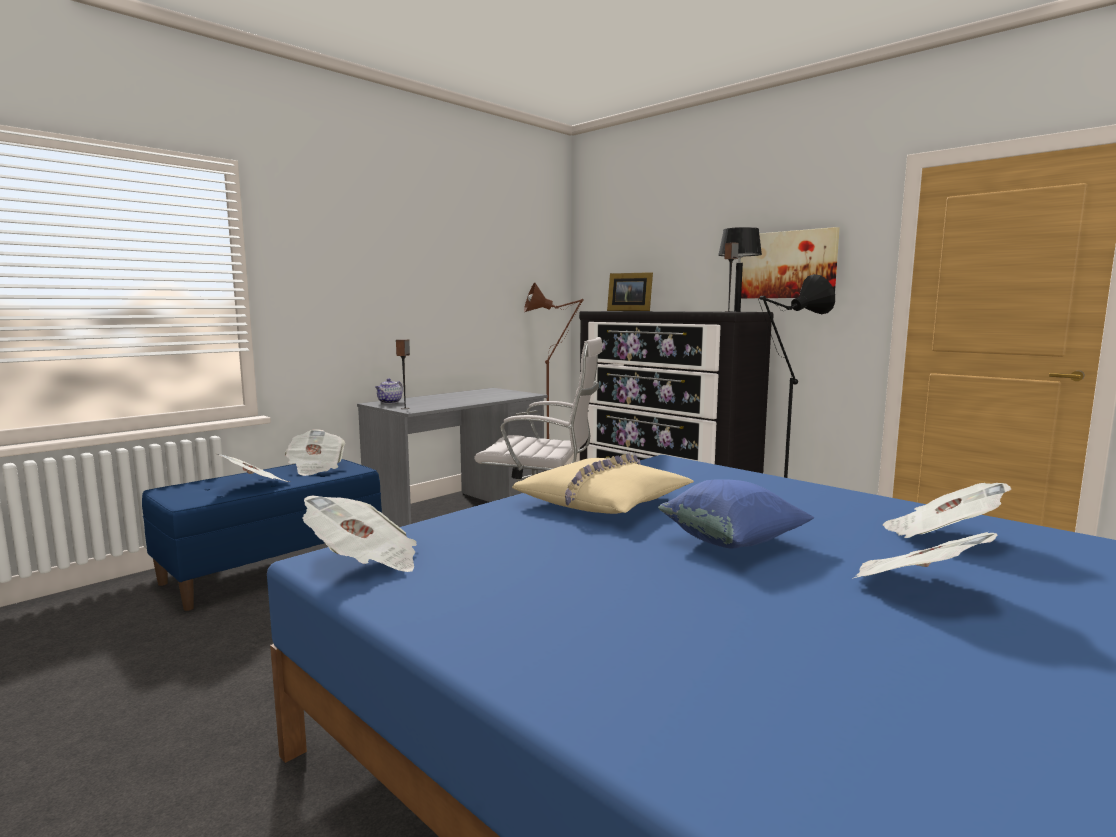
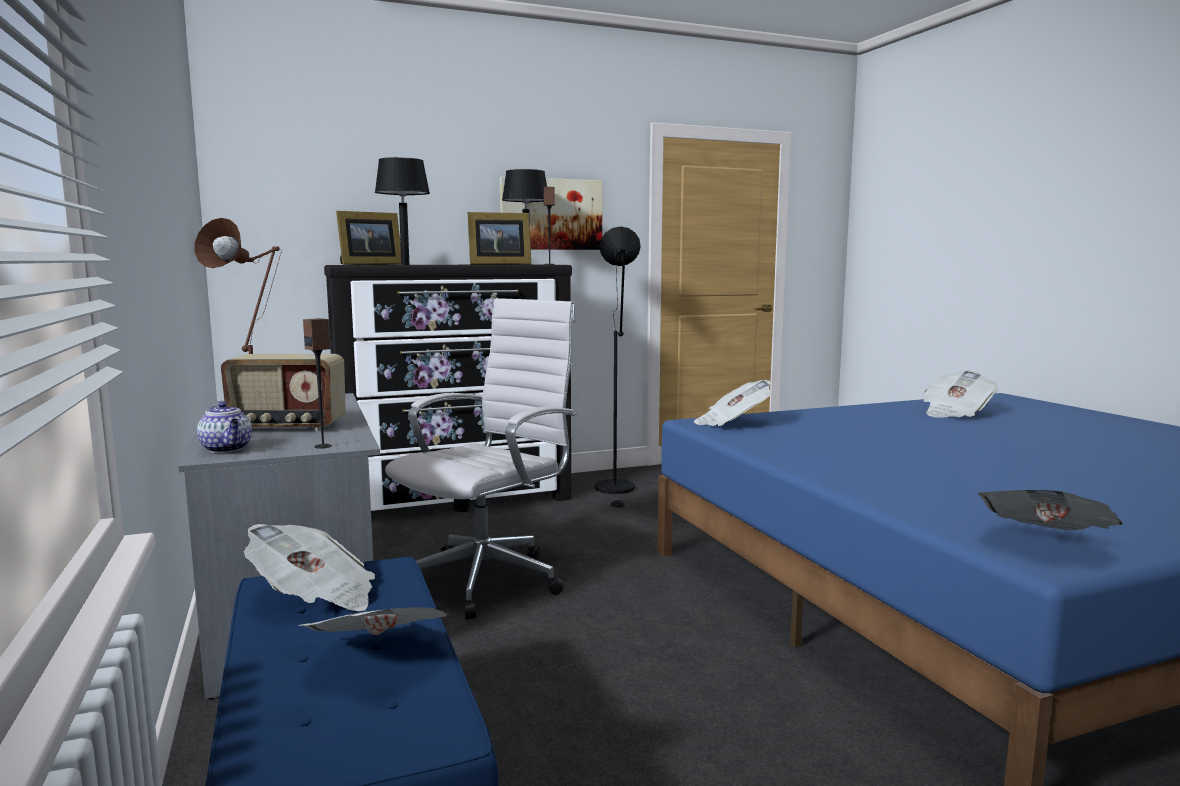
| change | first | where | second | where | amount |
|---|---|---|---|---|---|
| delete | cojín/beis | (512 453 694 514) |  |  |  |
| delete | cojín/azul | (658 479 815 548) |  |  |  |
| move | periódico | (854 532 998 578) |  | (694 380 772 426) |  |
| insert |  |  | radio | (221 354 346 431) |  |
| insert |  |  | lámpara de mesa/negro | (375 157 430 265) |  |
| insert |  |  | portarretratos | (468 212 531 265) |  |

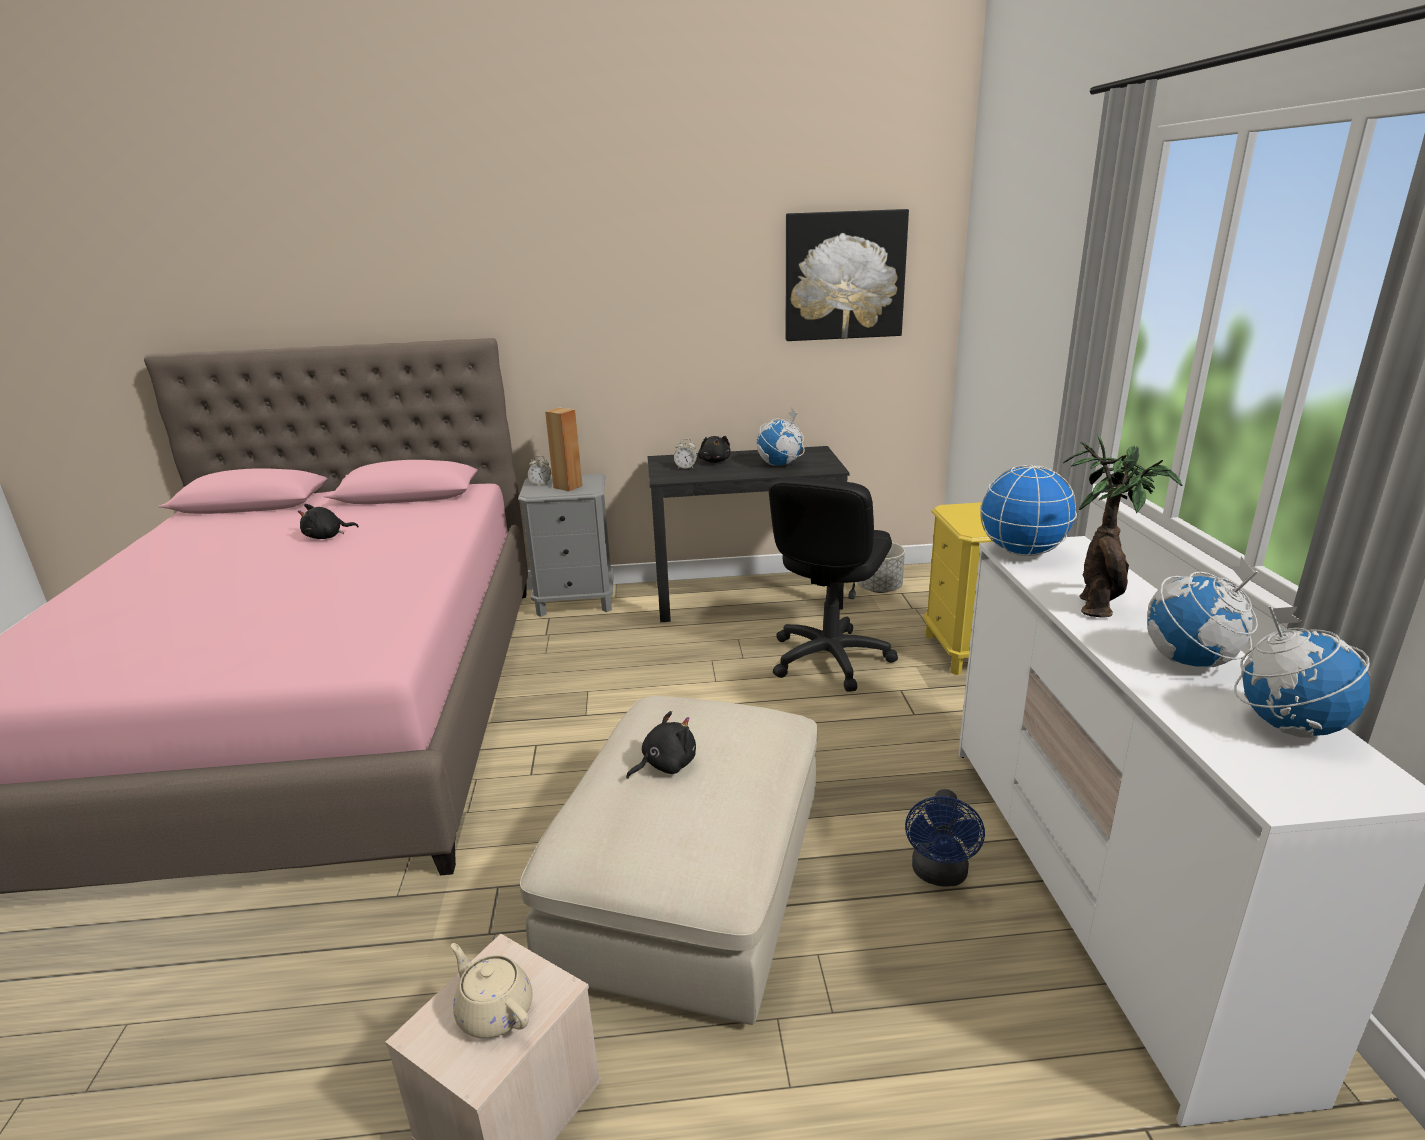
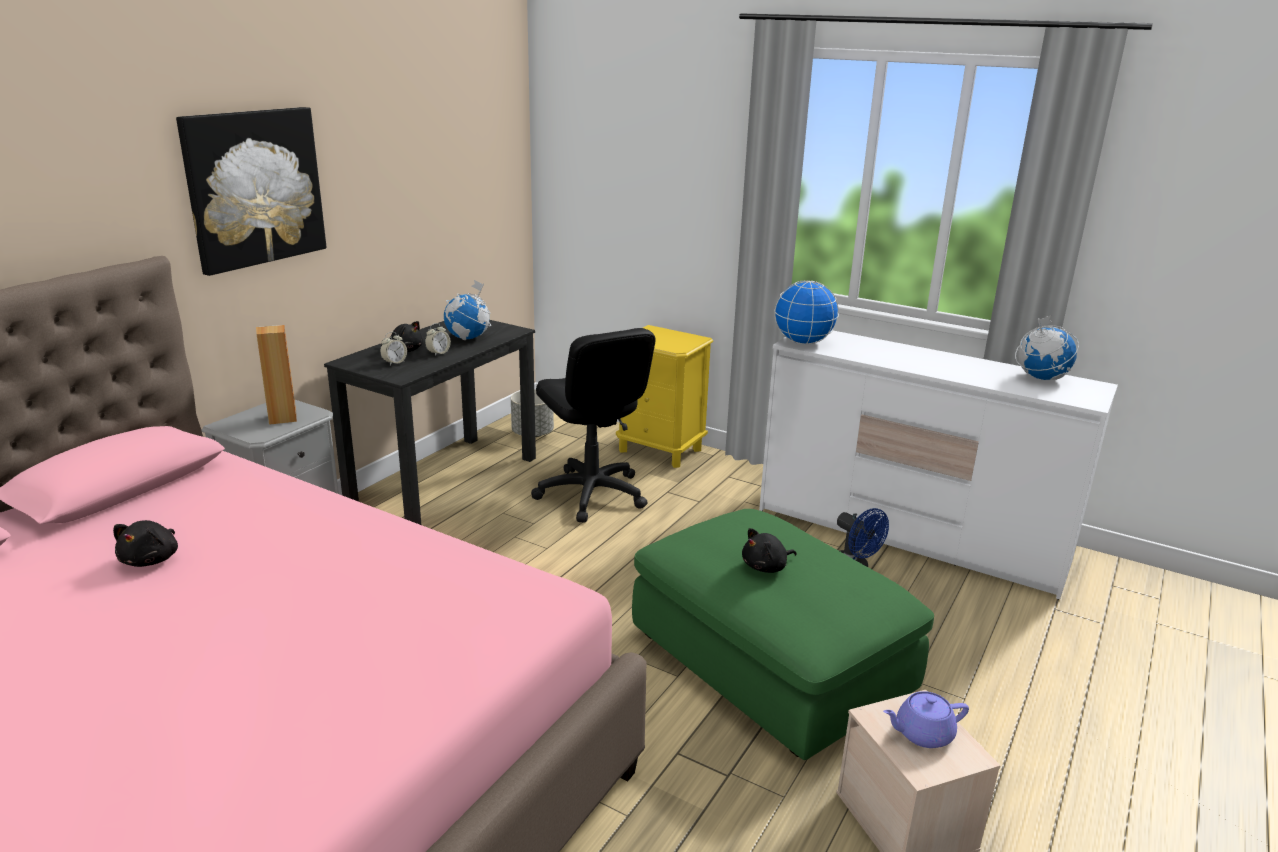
| change | first | where | second | where | amount |
|---|---|---|---|---|---|
| recolor | tetera/beis | (451 943 532 1038) | tetera/morado | (883 691 969 748) |  |
| recolor | puf/beis | (520 696 817 1025) | puf/verde | (632 509 934 760) |  |
| move | despertador | (528 456 551 486) |  | (425 323 451 356) |  |
| rotate | peluche/negro | (626 711 696 779) |  | (742 528 797 573) | 120 degrees counterclockwise |
| move | cuadro | (786 209 909 341) |  | (176 107 326 276) |  |
| delete | planta en maceta | (1063 434 1182 618) |  |  |  |
| delete | globo terráqueo | (1147 556 1258 667) |  |  |  |

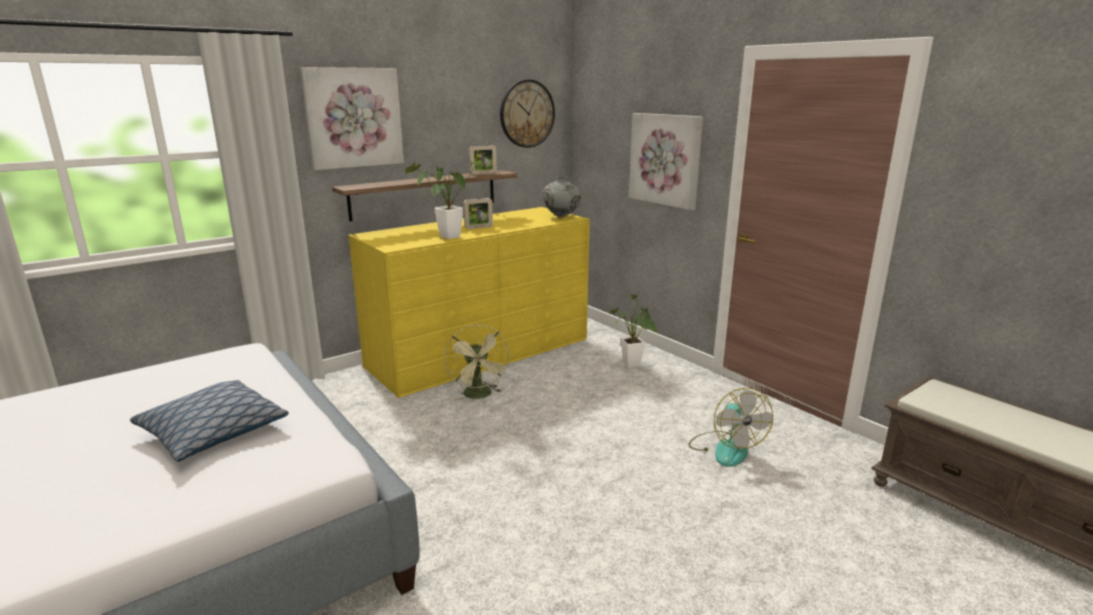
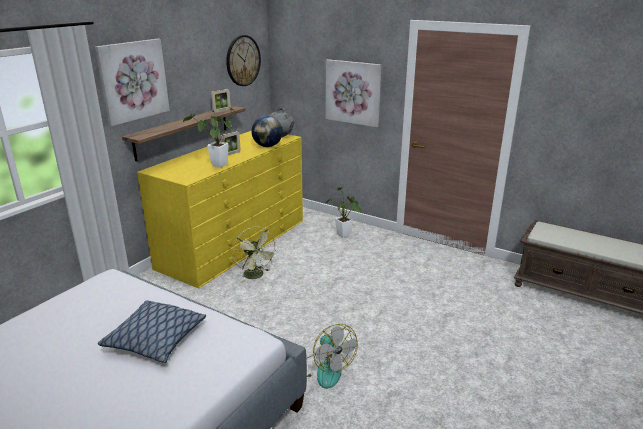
| change | first | where | second | where | amount |
|---|---|---|---|---|---|
| move | ventilador | (689 388 773 467) |  | (306 324 358 389) |  |
| insert |  |  | globo terráqueo | (251 116 283 147) |  |

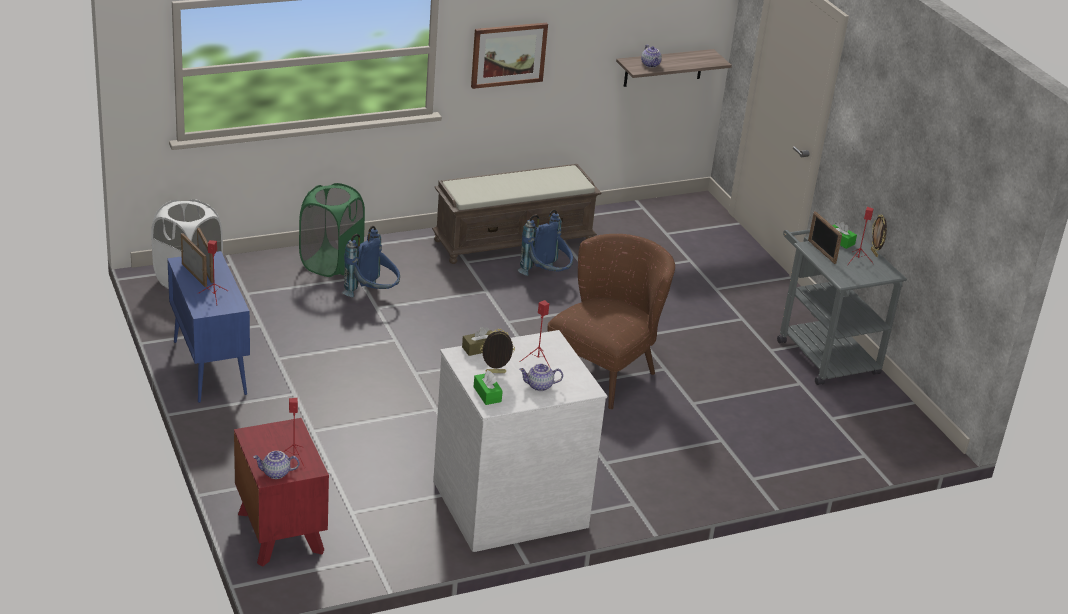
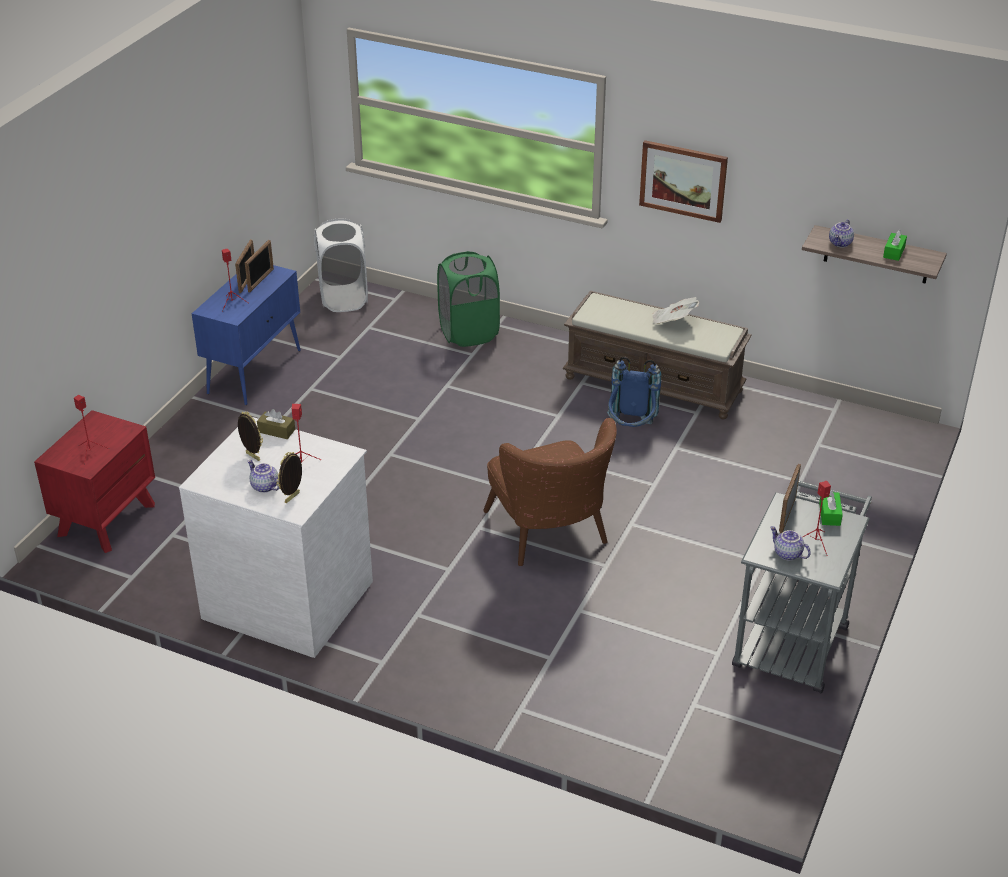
| change | first | where | second | where | amount |
|---|---|---|---|---|---|
| move | tetera | (253 451 300 479) |  | (770 526 811 560) |  |
| delete | mochila/azul | (342 226 400 297) |  |  |  |
| move | caja de pañuelos/verde | (474 370 503 405) |  | (883 229 907 261) |  |
| rotate | sillón/marrón | (547 234 675 409) |  | (483 418 617 566) | 75 degrees clockwise |
| move | portarretratos | (871 214 887 257) |  | (277 452 302 503) |  |
| insert |  |  | periódico | (652 297 699 325) |  |

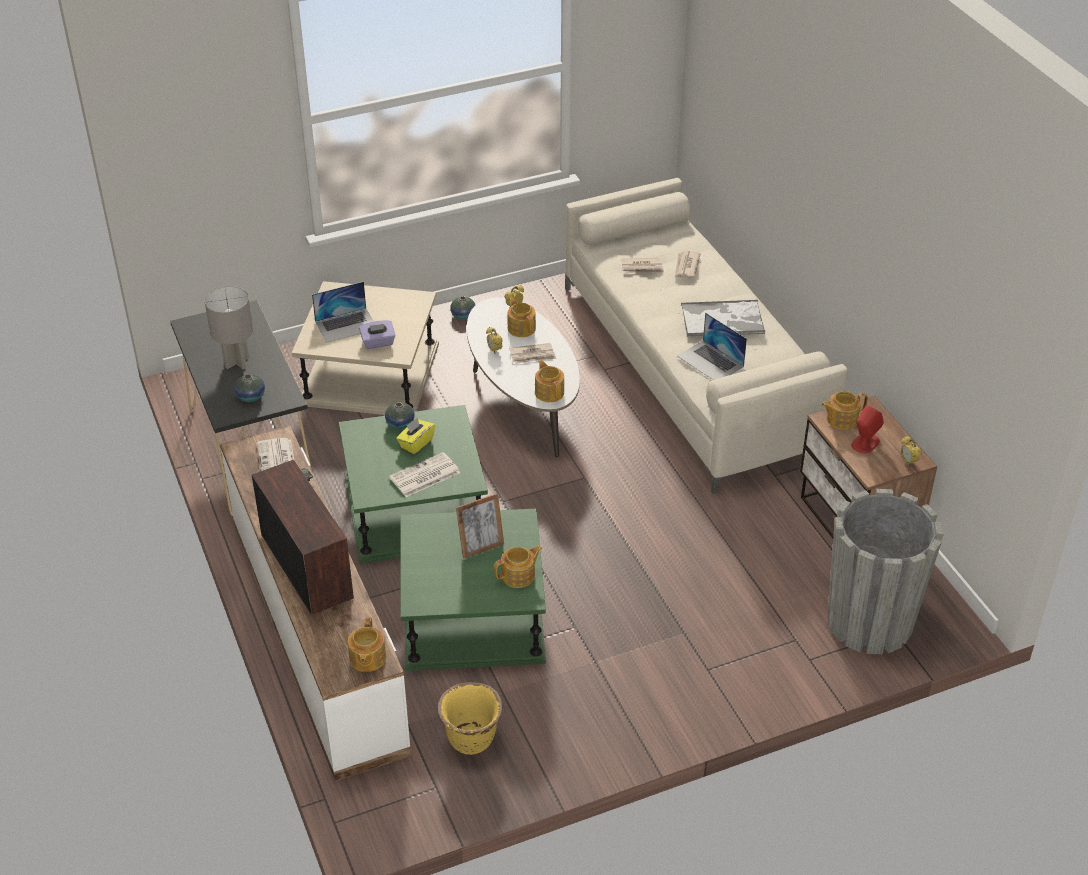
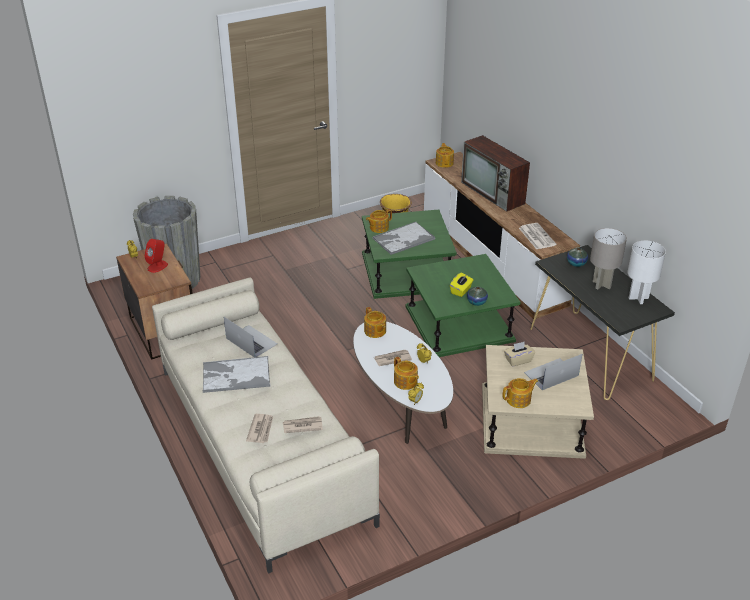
| change | first | where | second | where | amount |
|---|---|---|---|---|---|
| recolor | caja de pañuelos/morado | (359 320 395 349) | caja de pañuelos/beis | (504 341 535 367) |  |
| delete | periódico | (389 452 460 497) |  |  |  |
| delete | florero | (450 296 475 320) |  |  |  |
| replace | portarretratos | (456 493 504 559) | bandeja | (372 222 435 255) |  |
| move | tetera | (821 391 868 430) |  | (503 378 538 408) |  |
| insert |  |  | lámpara de mesa/blanco | (627 241 666 304) |  |

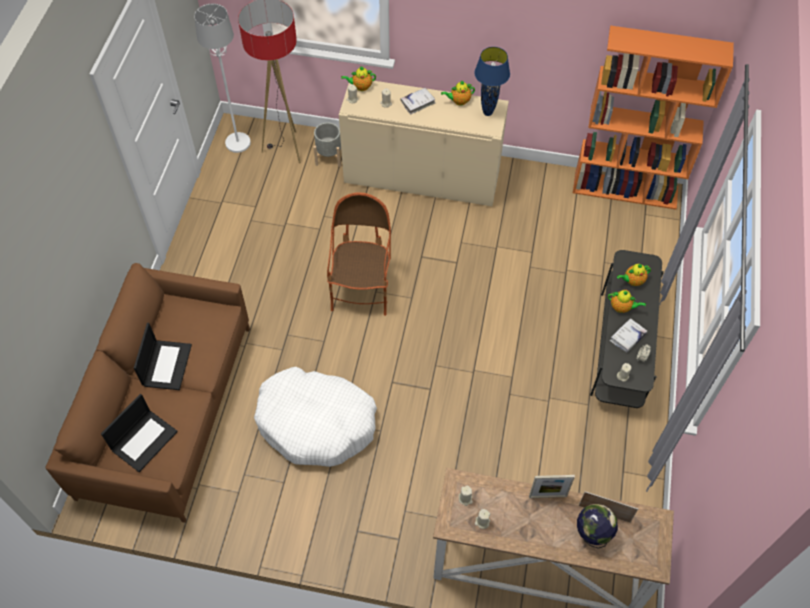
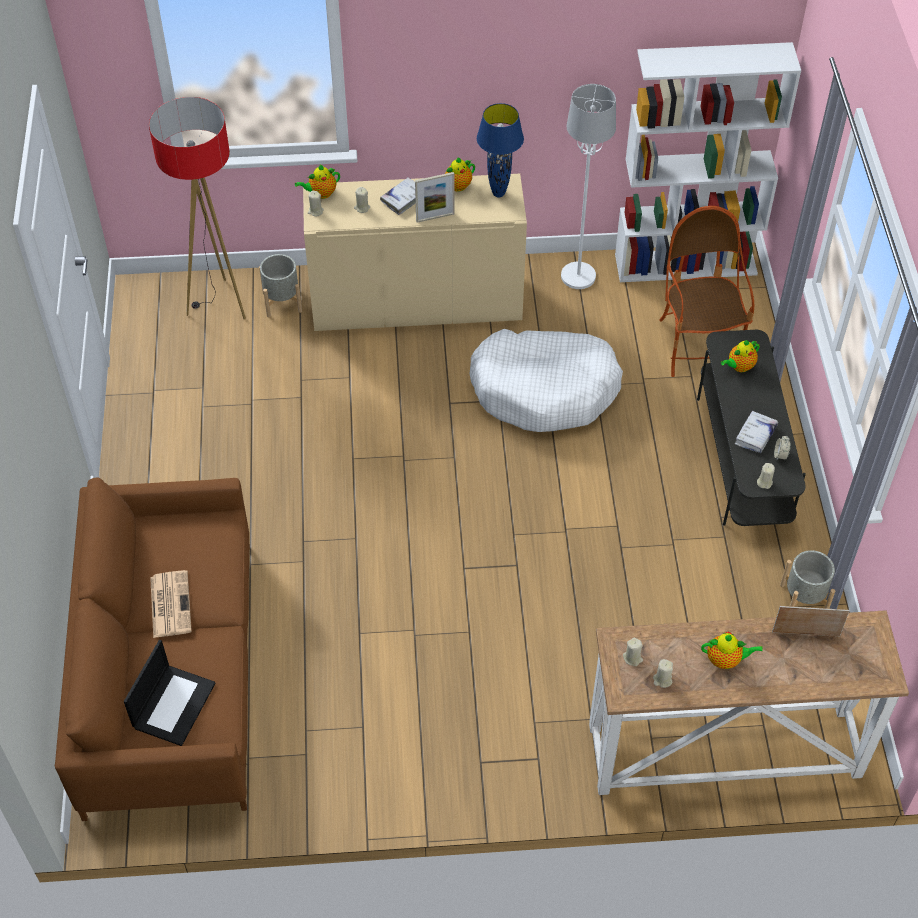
| change | first | where | second | where | amount |
|---|---|---|---|---|---|
| replace | portátil | (134 323 192 390) | periódico | (150 570 192 638) |  |
| move | lámpara de pie/blanco | (194 4 251 153) |  | (561 84 616 289) |  |
| move | cama para perro/blanco | (254 367 377 467) |  | (469 329 623 432) |  |
| move | sillón | (327 192 391 316) |  | (659 206 754 377) |  |
| move | portarretratos | (529 475 575 498) |  | (415 172 455 223) |  |
| recolor | estantería/naranja | (573 25 734 210) | estantería/blanco | (615 42 801 282) |  |
| delete | globo terráqueo | (577 504 618 549) |  |  |  |
| move | tetera | (608 290 646 313) |  | (701 632 763 669) |  |
| insert |  |  | maceta/gris | (780 550 835 609) |  |

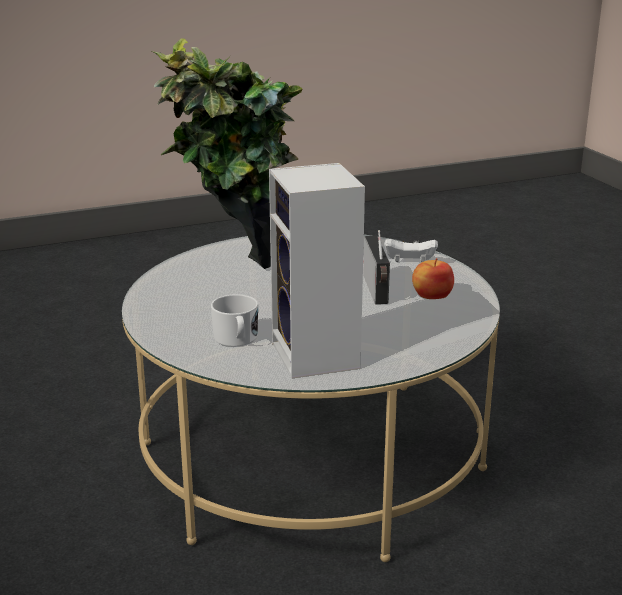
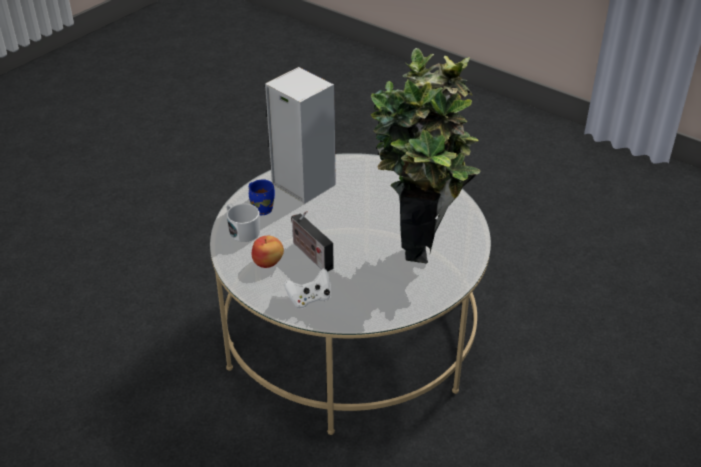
| change | first | where | second | where | amount |
|---|---|---|---|---|---|
| move | taza grande/blanco | (211 294 258 347) |  | (227 203 260 242) |  |
| insert |  |  | taza grande/azul | (249 179 275 215) |  |

